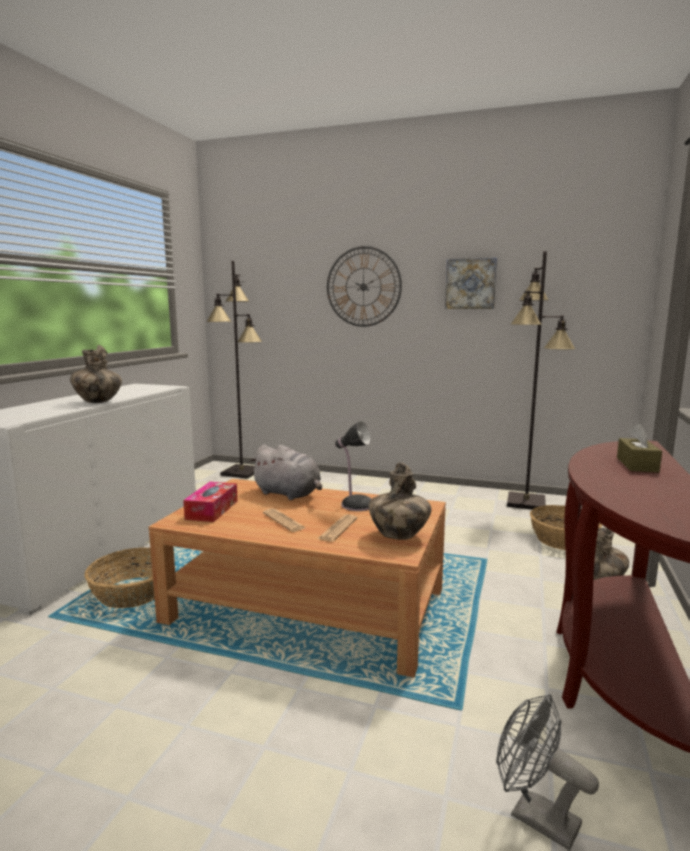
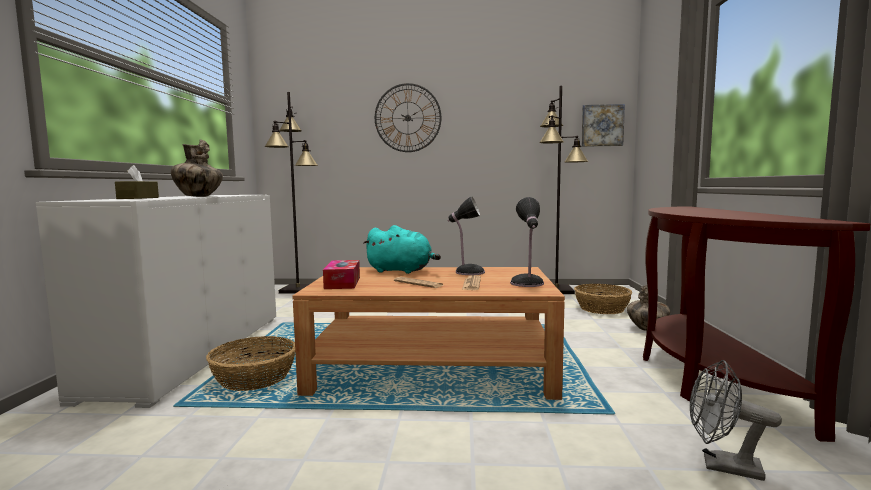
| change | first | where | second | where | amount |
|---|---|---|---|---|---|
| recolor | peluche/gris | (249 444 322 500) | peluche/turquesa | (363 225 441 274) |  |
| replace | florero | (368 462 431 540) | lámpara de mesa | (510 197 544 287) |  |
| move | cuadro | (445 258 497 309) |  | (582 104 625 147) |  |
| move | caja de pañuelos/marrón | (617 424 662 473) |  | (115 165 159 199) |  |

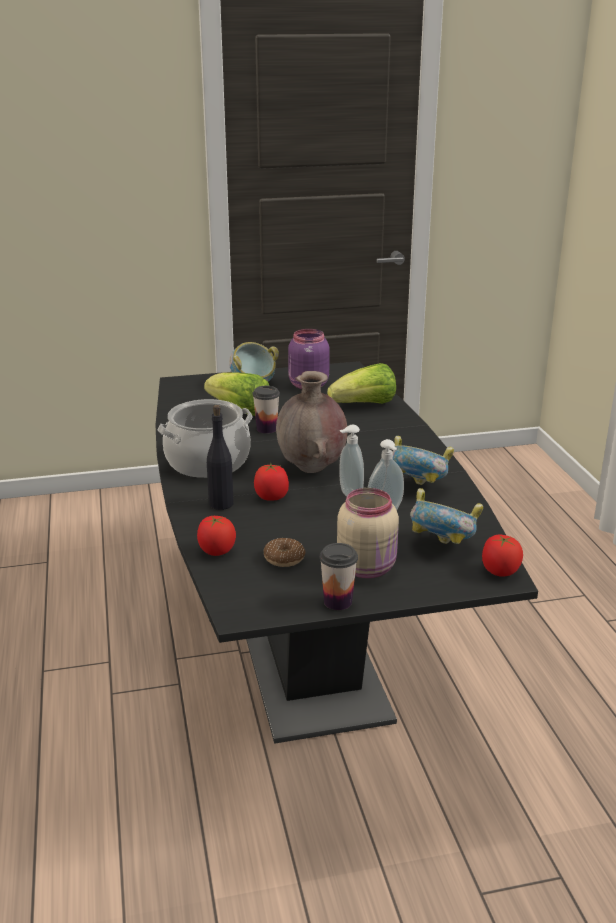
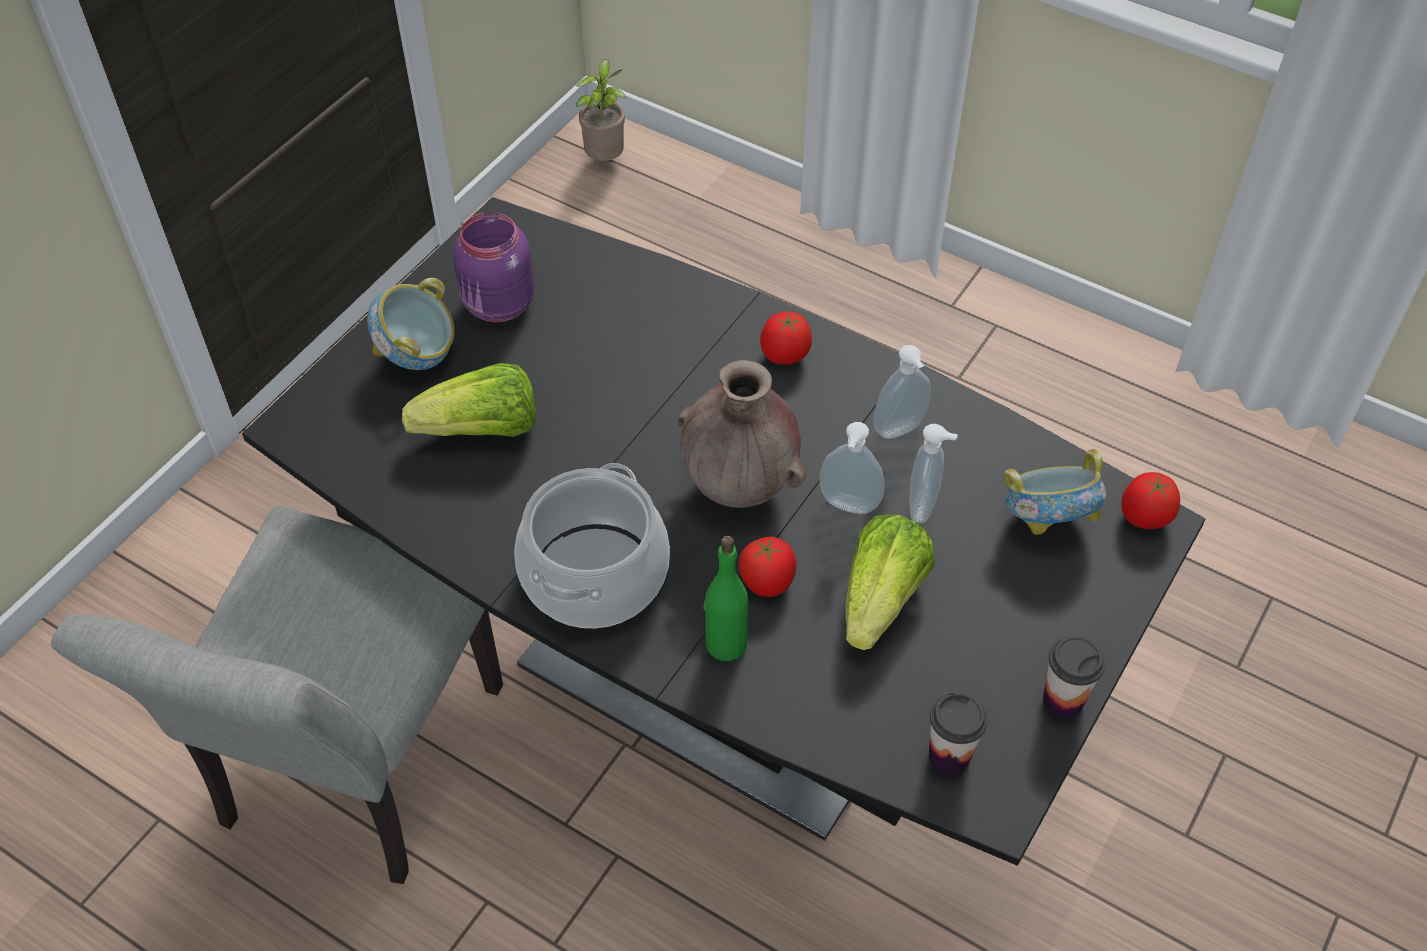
| change | first | where | second | where | amount |
|---|---|---|---|---|---|
| move | tomate | (197 516 236 556) |  | (760 311 812 364) |  |
| recolor | botella/negro | (207 405 234 510) | botella/verde | (704 536 748 661) |  |
| move | taza | (252 386 280 434) |  | (929 692 988 775) |  |
| delete | rosquilla | (264 538 305 567) |  |  |  |
| move | lechuga | (327 363 396 404) |  | (846 514 935 650) |  |
| delete | tarro/beis | (337 488 399 578) |  |  |  |
| replace | cuenco | (392 436 454 485) | dispensador de jabón | (874 345 931 439) |  |
| insert |  |  | silla/gris | (51 506 503 884) |  |
| insert |  |  | planta en maceta | (576 59 627 161) |  |

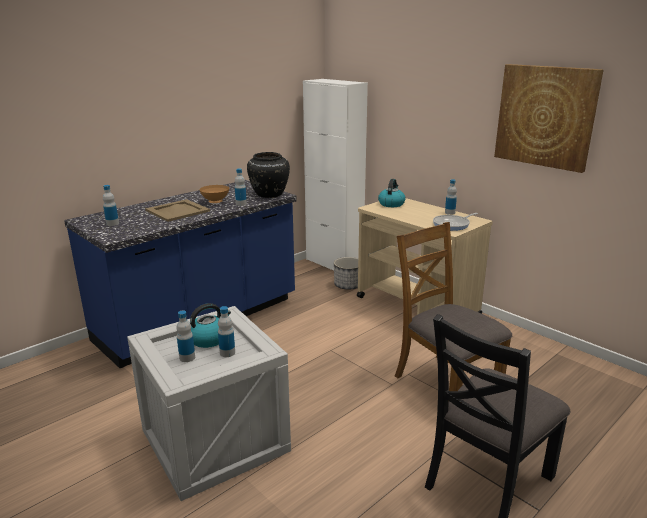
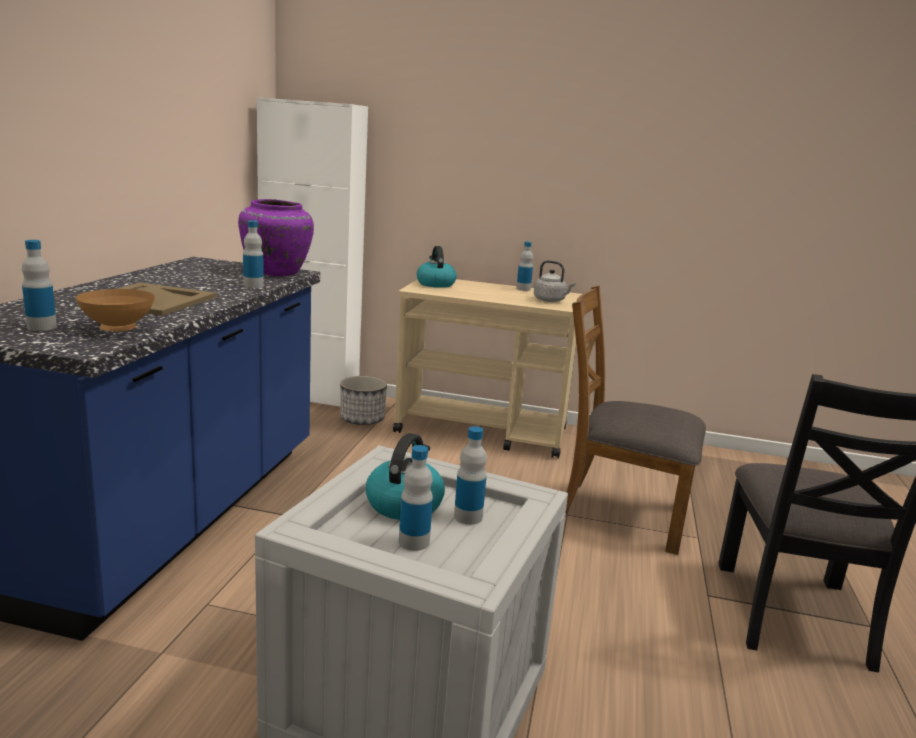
| change | first | where | second | where | amount |
|---|---|---|---|---|---|
| move | cuenco/marrón | (199 185 229 203) |  | (76 289 155 331) |  |
| recolor | florero/negro | (247 152 290 198) | florero/morado | (238 199 314 276) |  |
| replace | sartén | (433 213 478 231) | hervidor/gris | (534 260 576 302) |  |
| delete | cuadro | (494 64 604 173) |  |  |  |

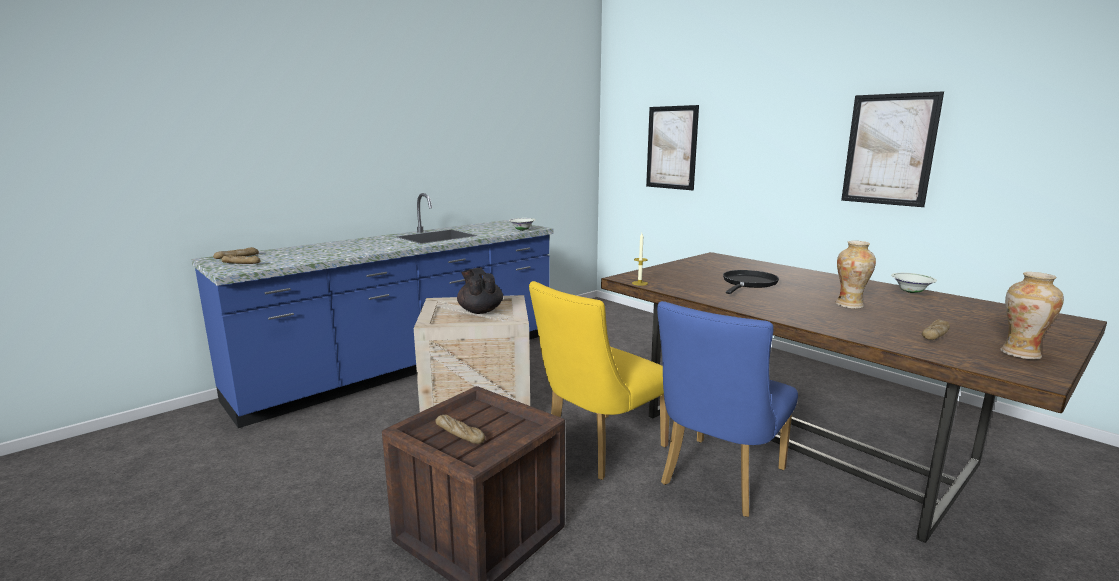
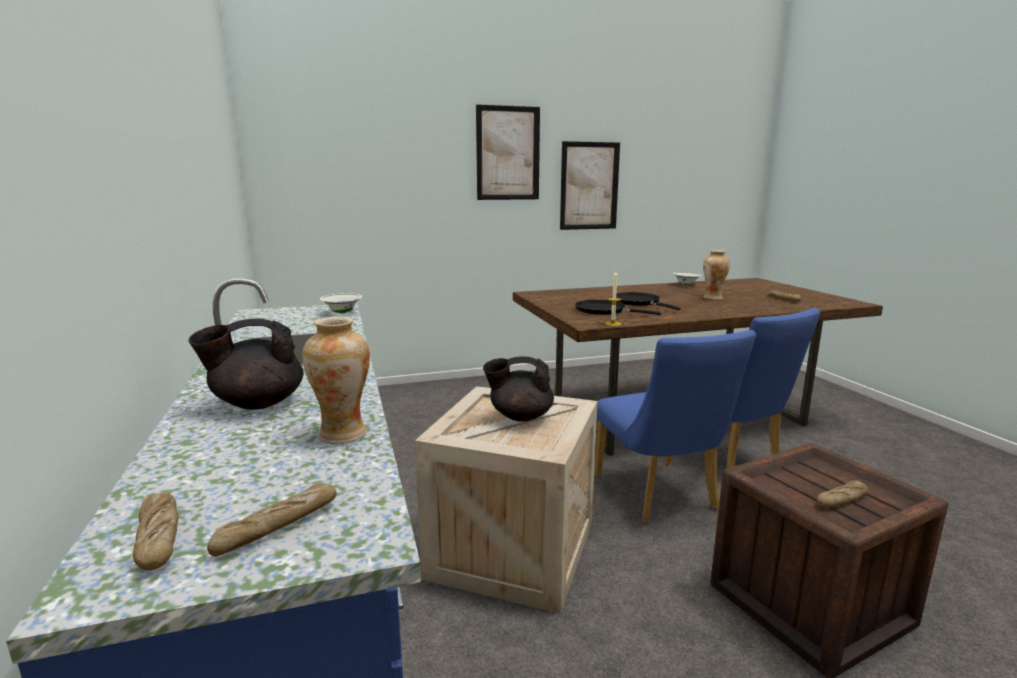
| change | first | where | second | where | amount |
|---|---|---|---|---|---|
| recolor | silla/amarillo | (529 281 669 480) | silla/azul | (595 330 756 523) |  |
| move | cuadro | (646 105 699 190) |  | (476 104 540 200) |  |
| move | florero | (1000 272 1064 360) |  | (302 317 370 444) |  |
| insert |  |  | tetera/negro | (189 318 303 410) |  |
| insert |  |  | sartén/negro | (575 300 662 315) |  |

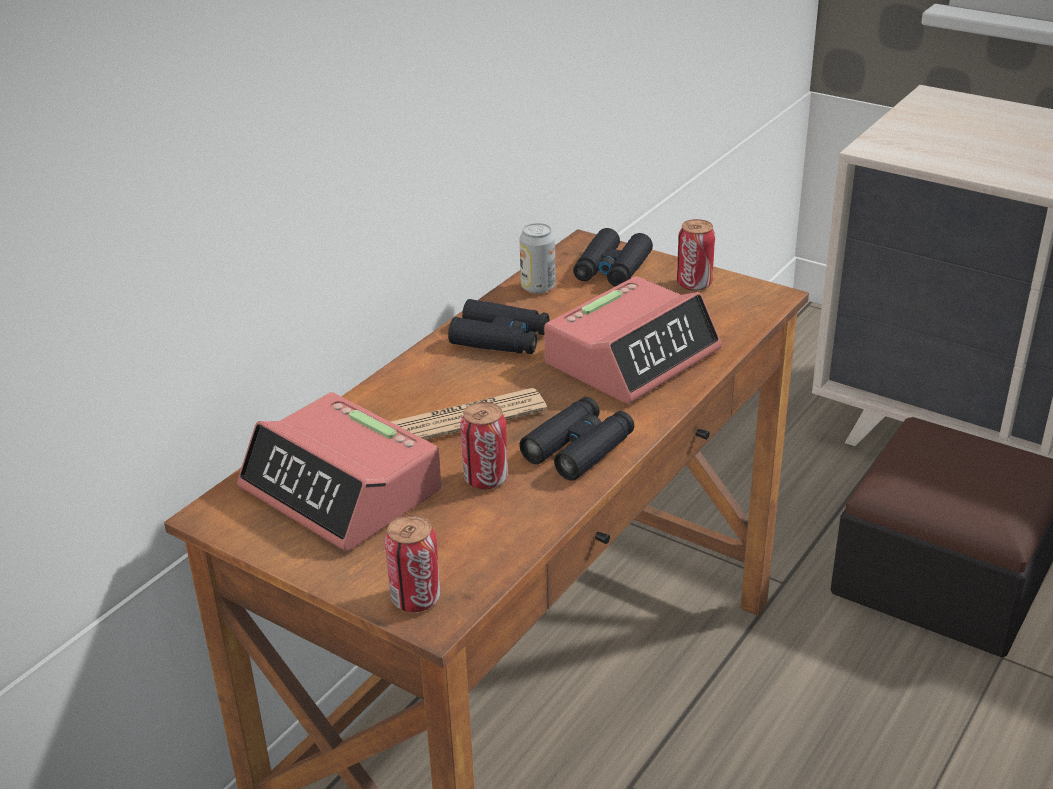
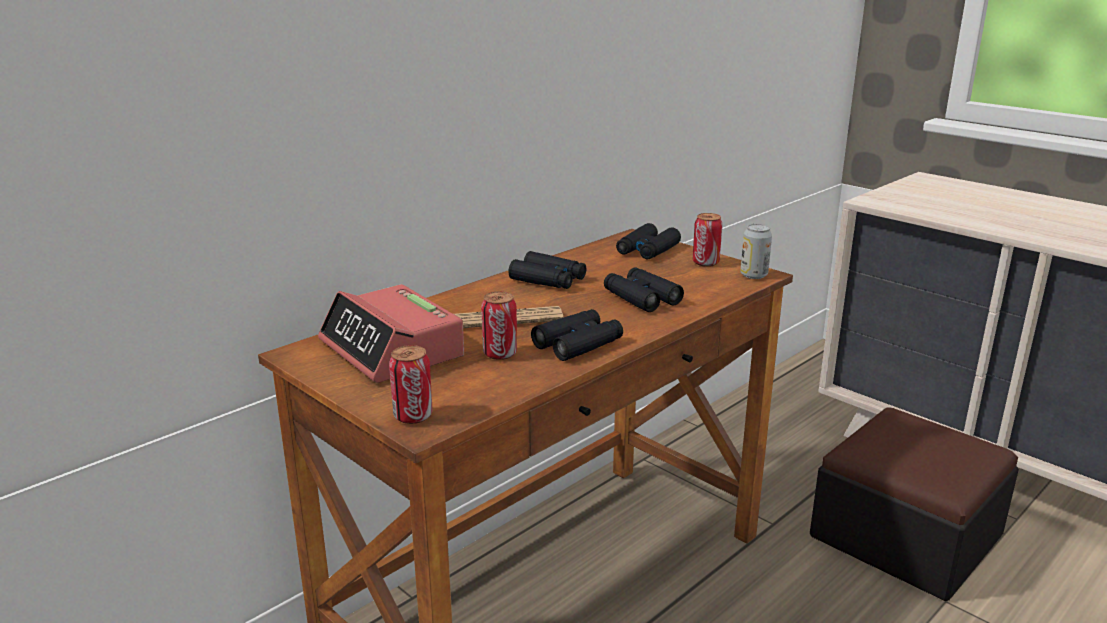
| change | first | where | second | where | amount |
|---|---|---|---|---|---|
| move | lata | (520 223 556 294) |  | (740 224 772 279) |  |
| replace | despertador | (544 276 721 404) | prismáticos/negro | (604 267 684 312) |  |

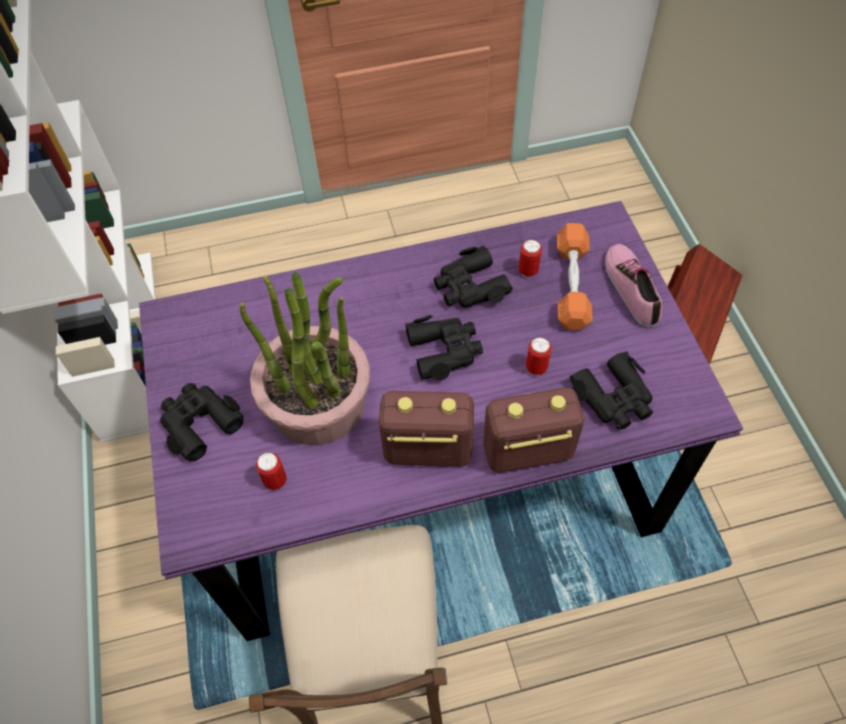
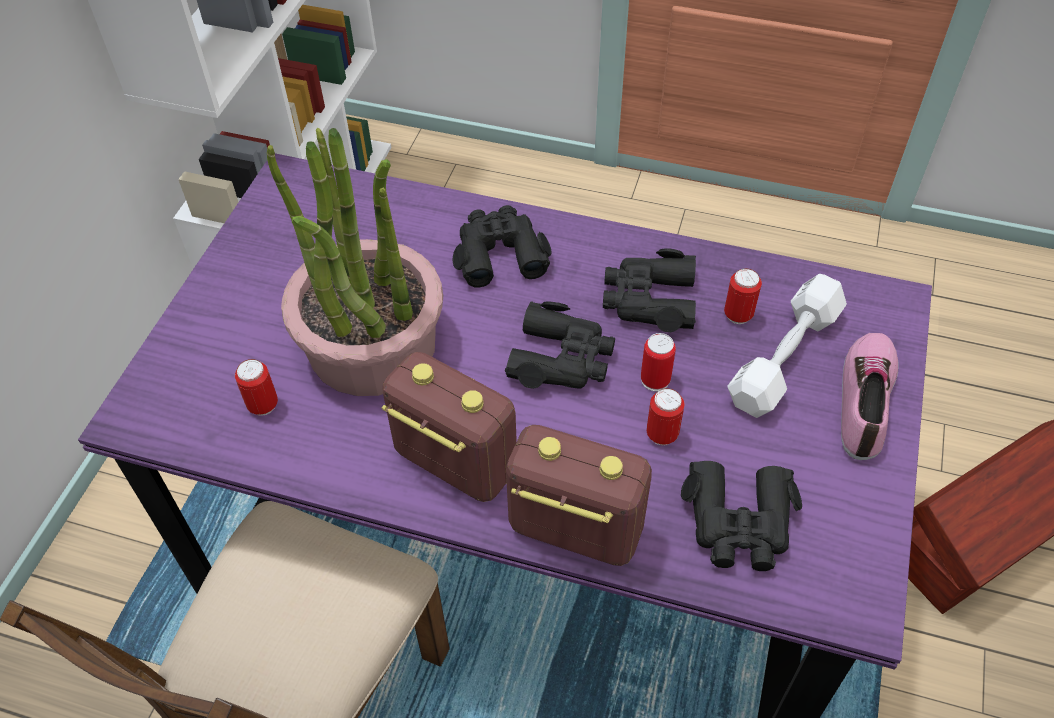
| change | first | where | second | where | amount |
|---|---|---|---|---|---|
| move | prismáticos/negro | (160 383 244 462) |  | (453 205 552 287) |  |
| recolor | mancuerna/naranja | (557 223 593 330) | mancuerna/blanco | (728 274 847 418) |  |
| insert |  |  | lata | (641 333 676 391) |  |

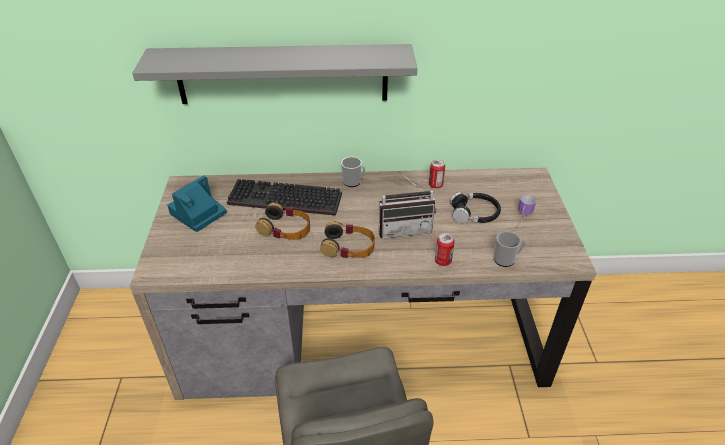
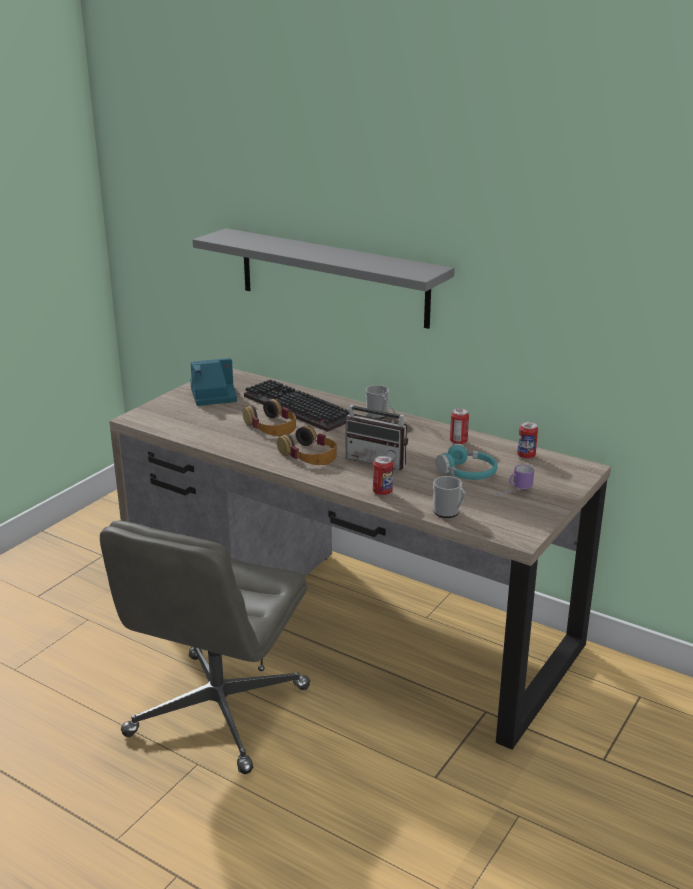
| change | first | where | second | where | amount |
|---|---|---|---|---|---|
| recolor | auriculares/negro | (450 192 501 223) | auriculares/turquesa | (435 444 497 480) |  |
| insert |  |  | lata | (517 422 538 459) |  |

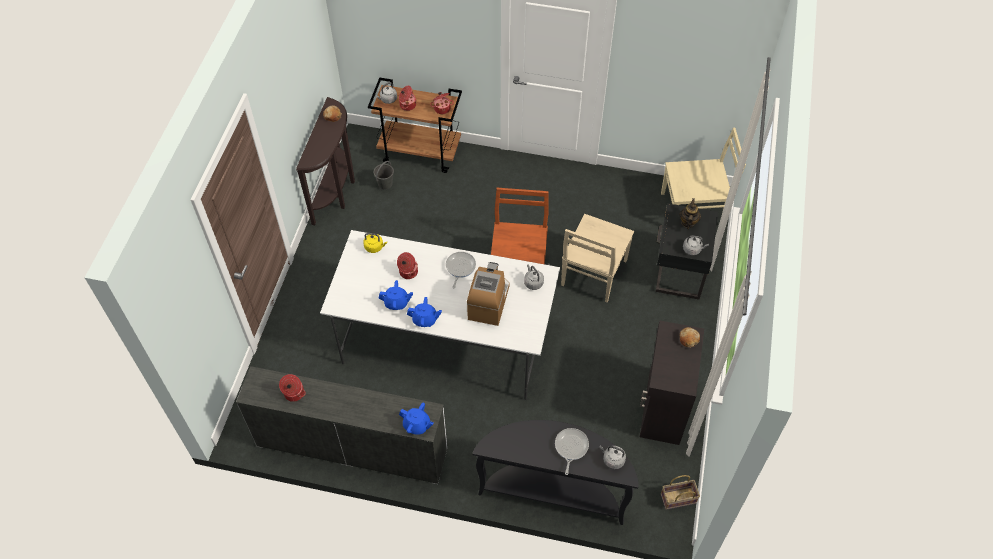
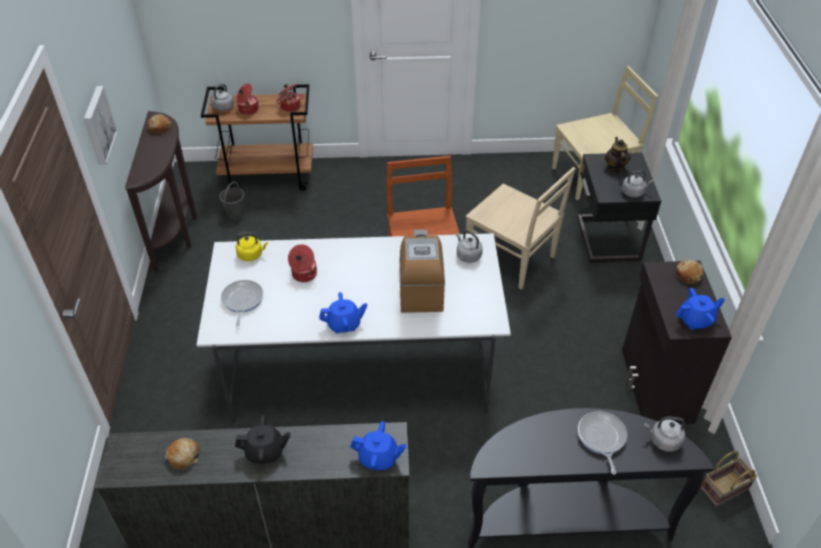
| change | first | where | second | where | amount |
|---|---|---|---|---|---|
| replace | olla | (279 374 306 402) | pan | (165 438 200 469) |  |
| move | tetera/azul | (378 280 413 310) |  | (676 288 725 330) |  |
| move | sartén | (446 252 476 288) |  | (221 280 263 326) |  |
| rotate | silla/beis | (561 214 634 302) |  | (466 167 576 290) | 60 degrees counterclockwise |
| insert |  |  | cuadro | (84 86 118 165) |  |
| insert |  |  | tetera/negro | (235 415 291 464) |  |

